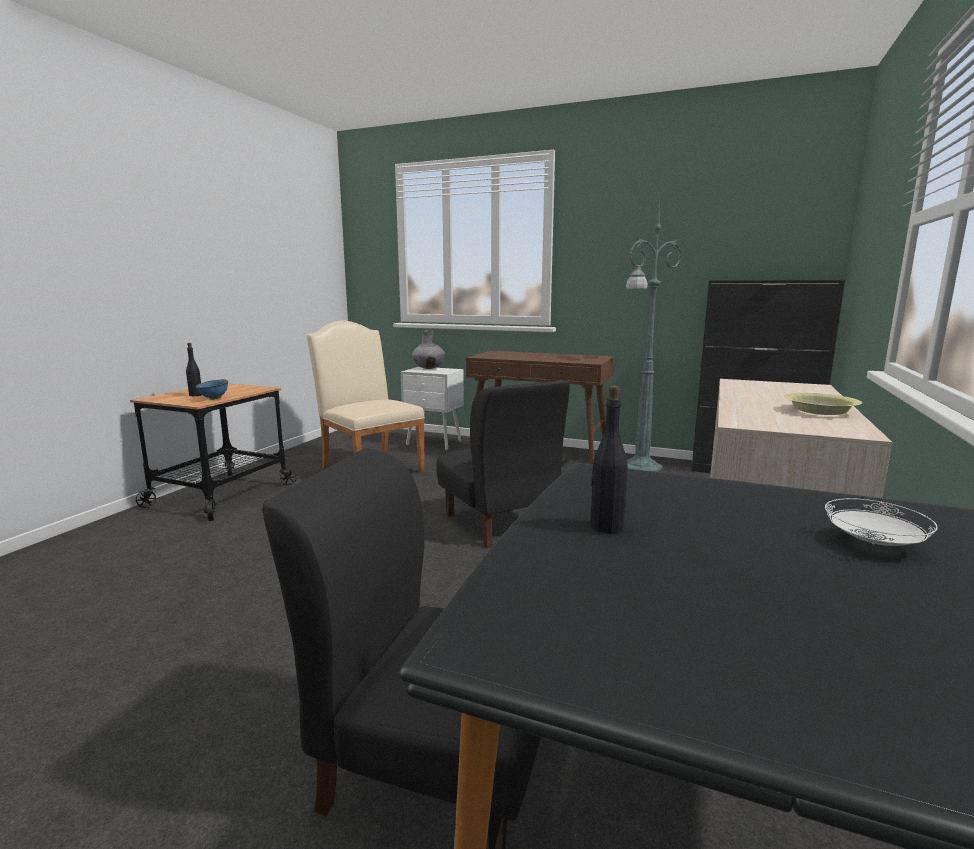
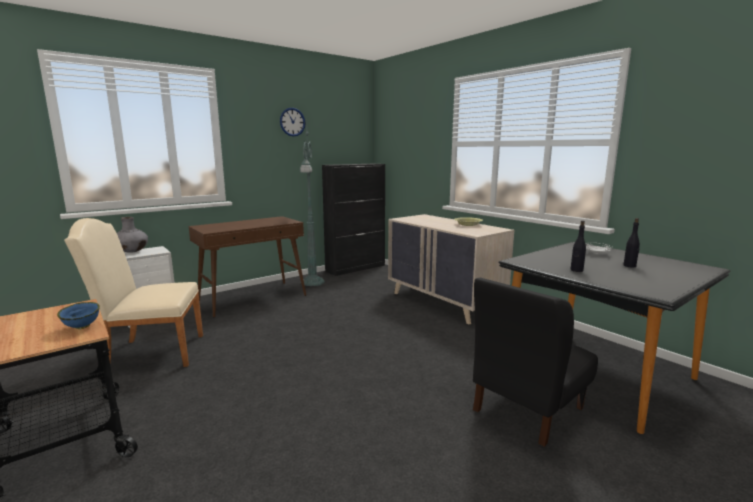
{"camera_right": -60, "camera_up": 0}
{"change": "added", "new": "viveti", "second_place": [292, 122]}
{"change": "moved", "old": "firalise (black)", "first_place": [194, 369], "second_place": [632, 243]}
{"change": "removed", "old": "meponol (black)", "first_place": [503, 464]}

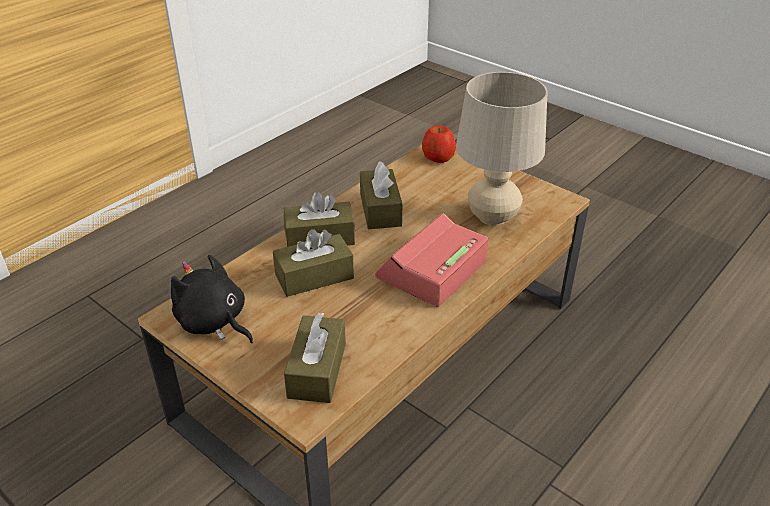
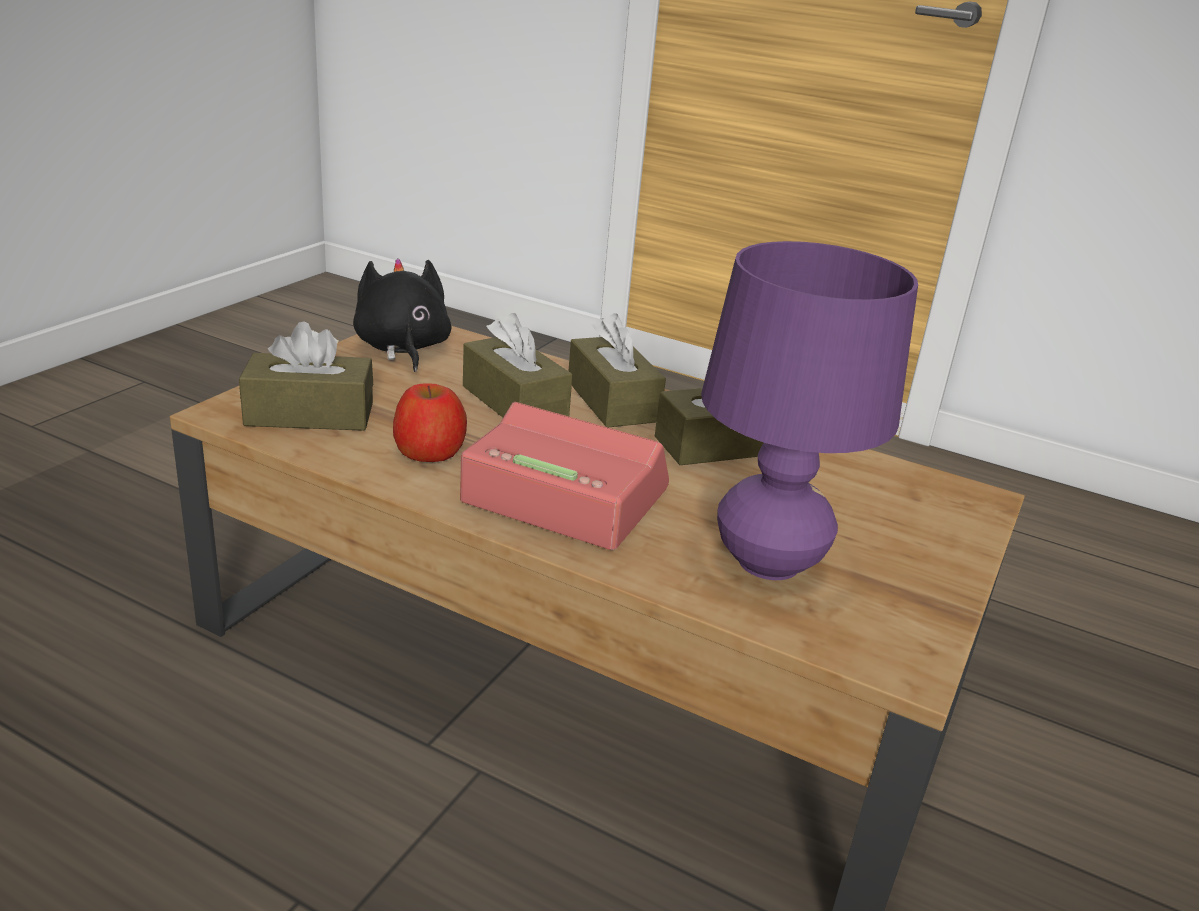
{"camera_right": 75, "camera_up": -10}
{"change": "turned", "old": "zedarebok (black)", "first_place": [212, 299], "second_place": [402, 315], "degrees": -45}
{"change": "moved", "old": "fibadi", "first_place": [439, 144], "second_place": [430, 423]}
{"change": "recoloured", "old": "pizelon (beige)", "new": "pizelon (purple)", "first_place": [502, 149], "second_place": [809, 410]}

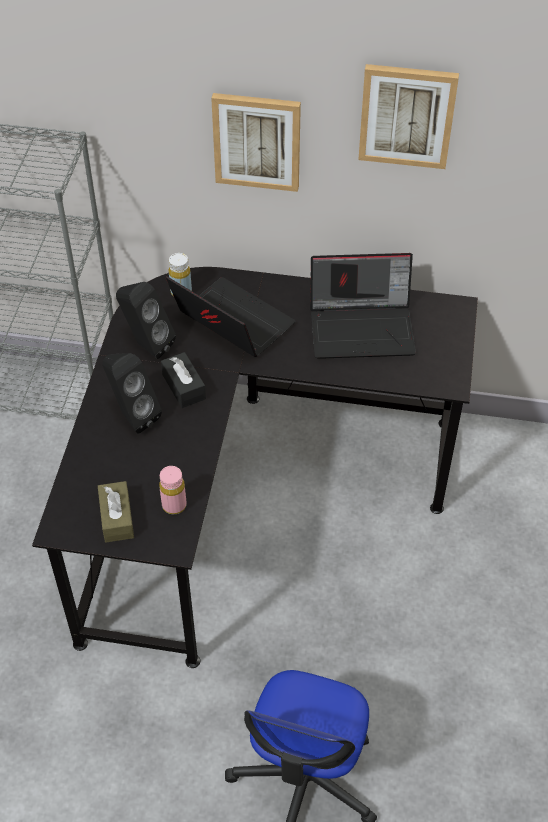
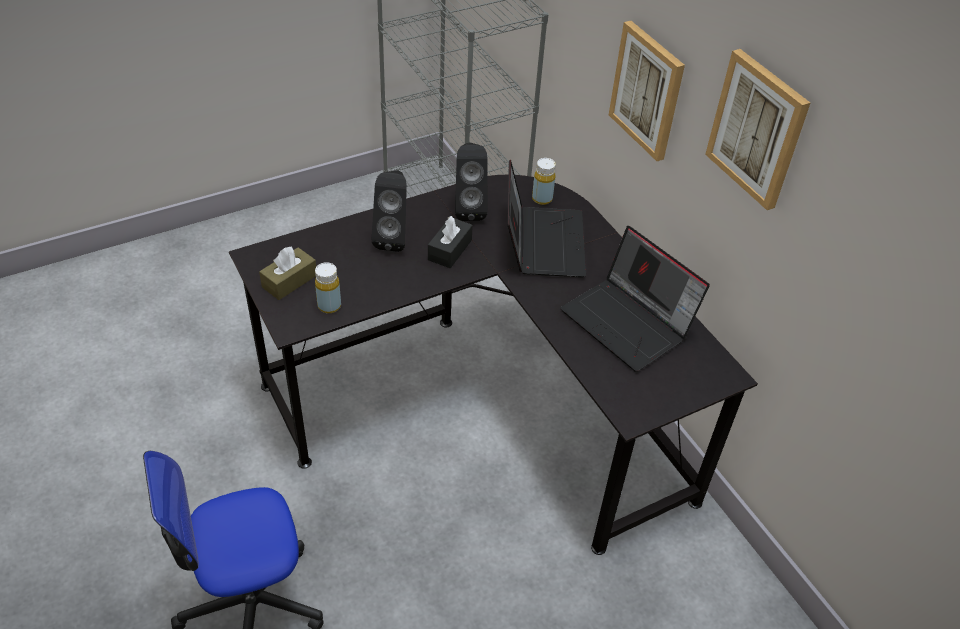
{"camera_right": 50, "camera_up": -5}
{"change": "recoloured", "old": "firalise (pink)", "new": "firalise (yellow)", "first_place": [172, 490], "second_place": [328, 287]}

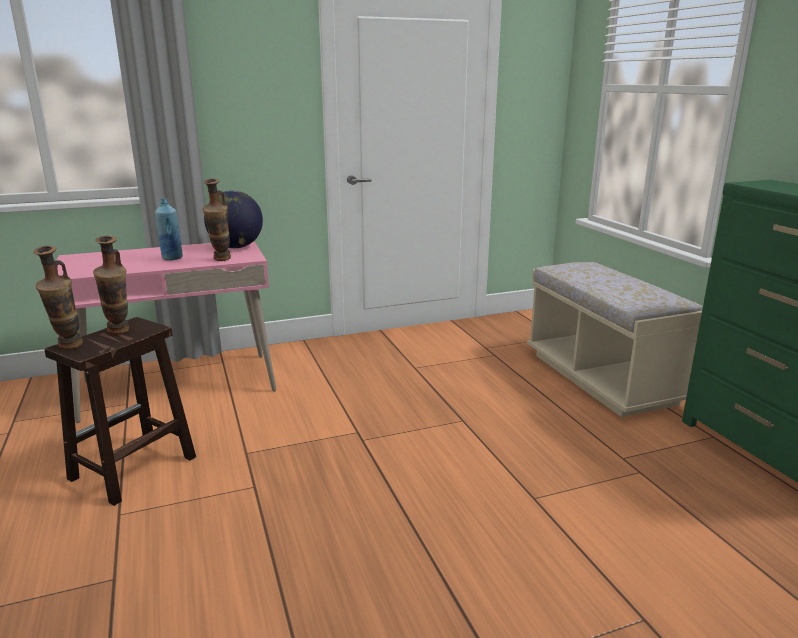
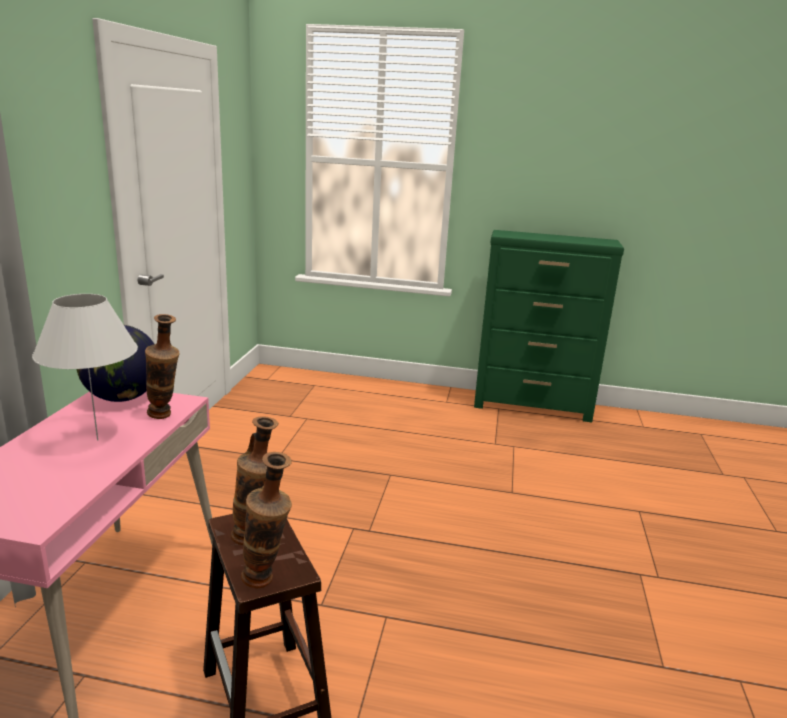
{"camera_right": -60, "camera_up": 0}
{"change": "replaced", "old": "firalise (blue)", "new": "pizelon (white)", "first_place": [169, 229], "second_place": [85, 367]}
{"change": "removed", "old": "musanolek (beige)", "first_place": [615, 339]}

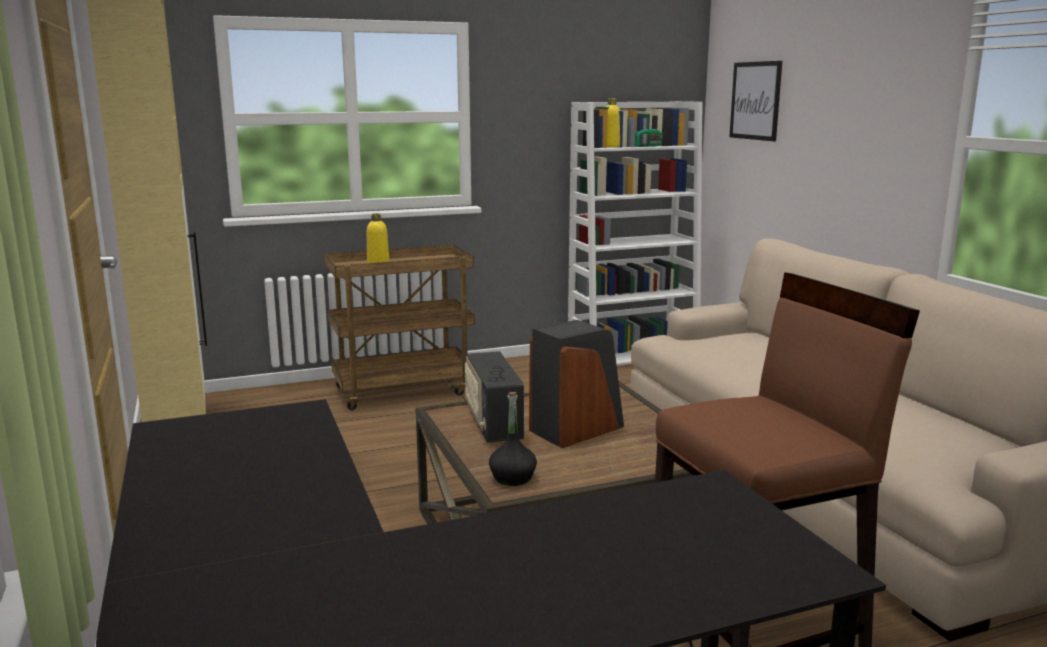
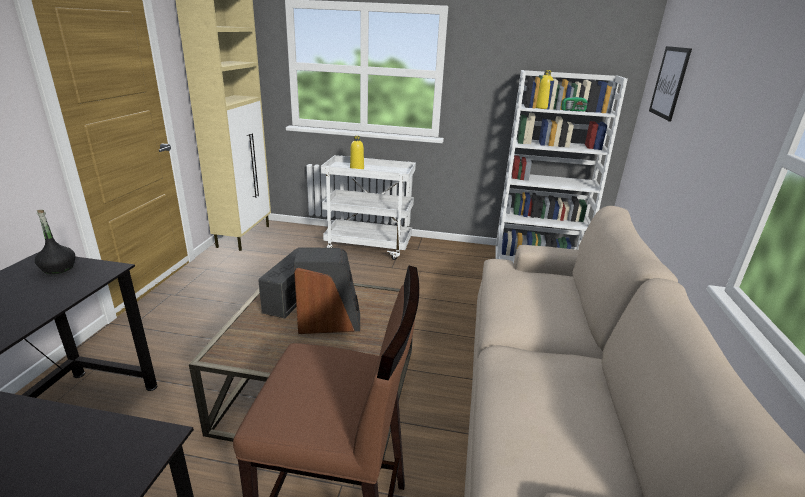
{"camera_right": 30, "camera_up": 10}
{"change": "moved", "old": "firalise (black)", "first_place": [513, 439], "second_place": [55, 242]}
{"change": "recoloured", "old": "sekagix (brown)", "new": "sekagix (white)", "first_place": [399, 327], "second_place": [368, 207]}

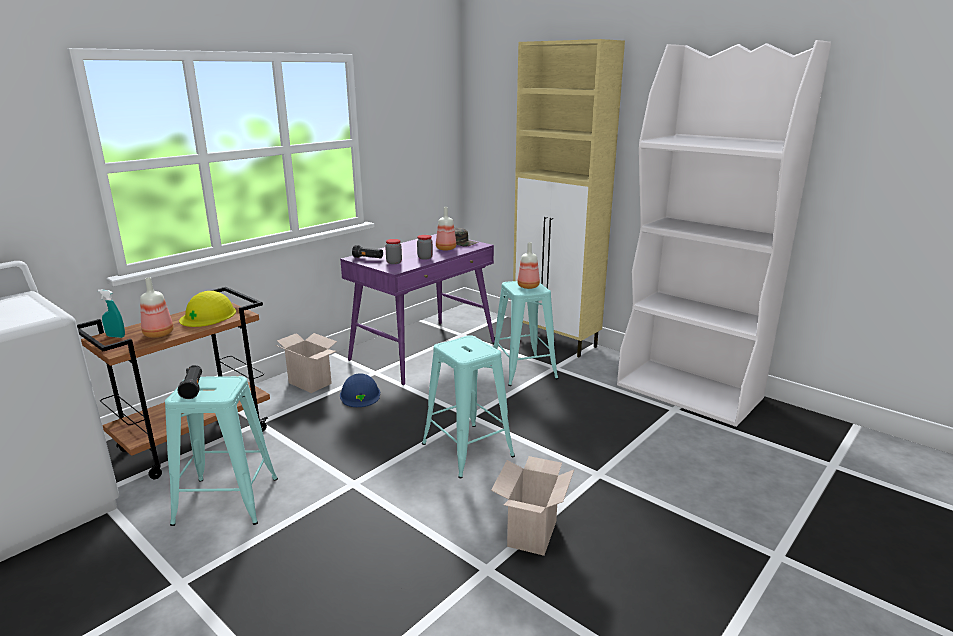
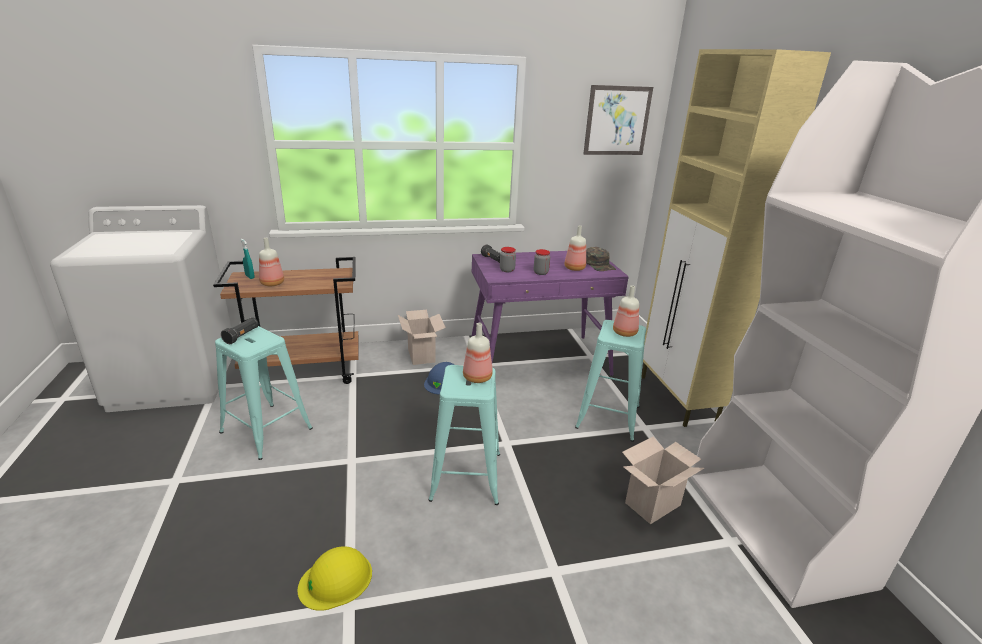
{"camera_right": 35, "camera_up": 5}
{"change": "moved", "old": "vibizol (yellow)", "first_place": [207, 309], "second_place": [335, 578]}
{"change": "added", "new": "firalise", "second_place": [478, 353]}
{"change": "added", "new": "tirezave", "second_place": [618, 120]}
{"change": "moved", "old": "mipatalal", "first_place": [532, 506], "second_place": [663, 480]}

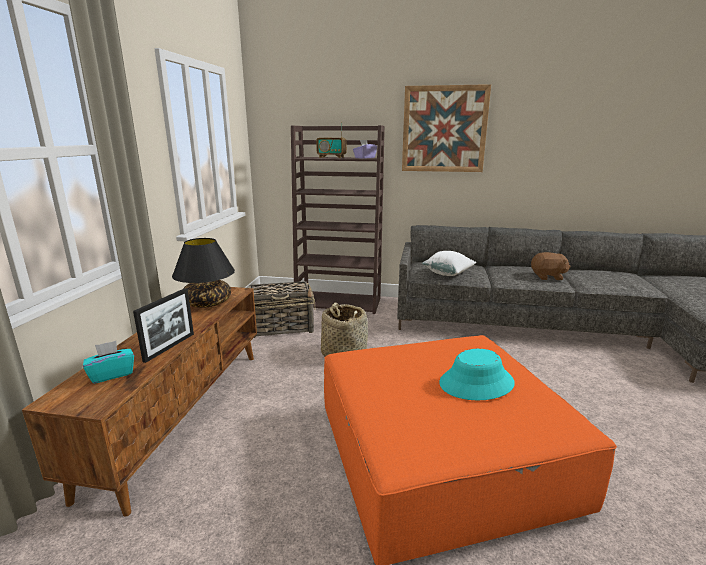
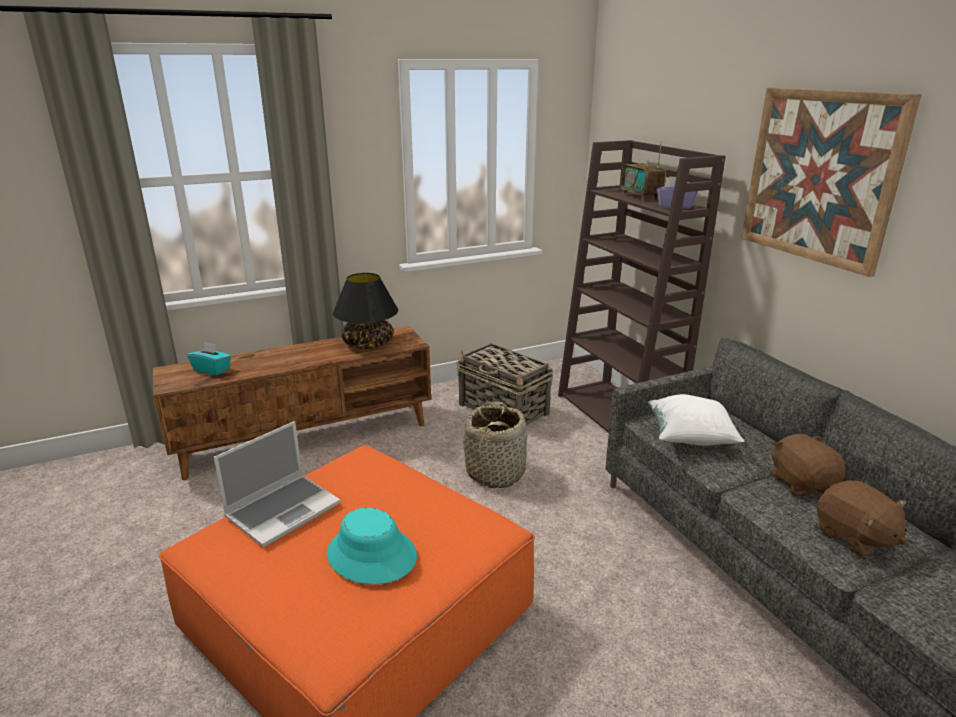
{"camera_right": 55, "camera_up": 5}
{"change": "added", "new": "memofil", "second_place": [277, 484]}
{"change": "added", "new": "zedarebok (brown)", "second_place": [808, 465]}
{"change": "removed", "old": "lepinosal", "first_place": [163, 325]}

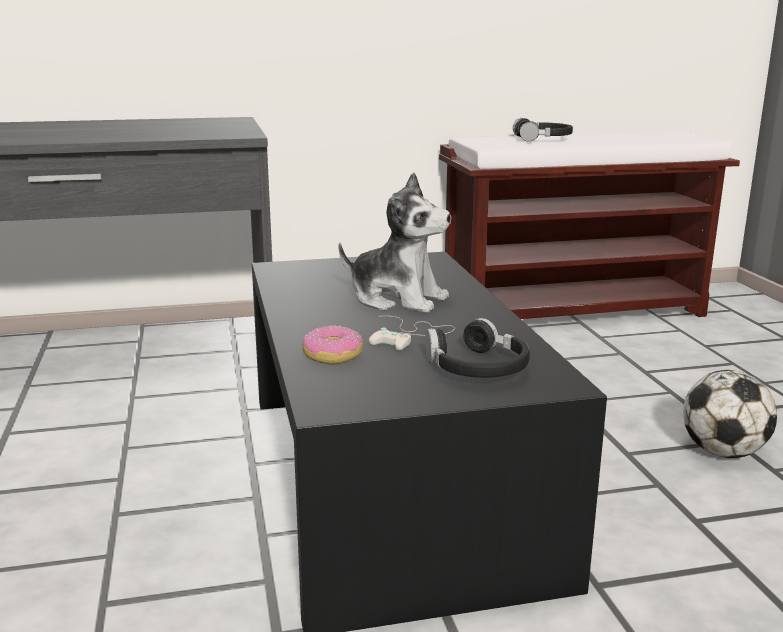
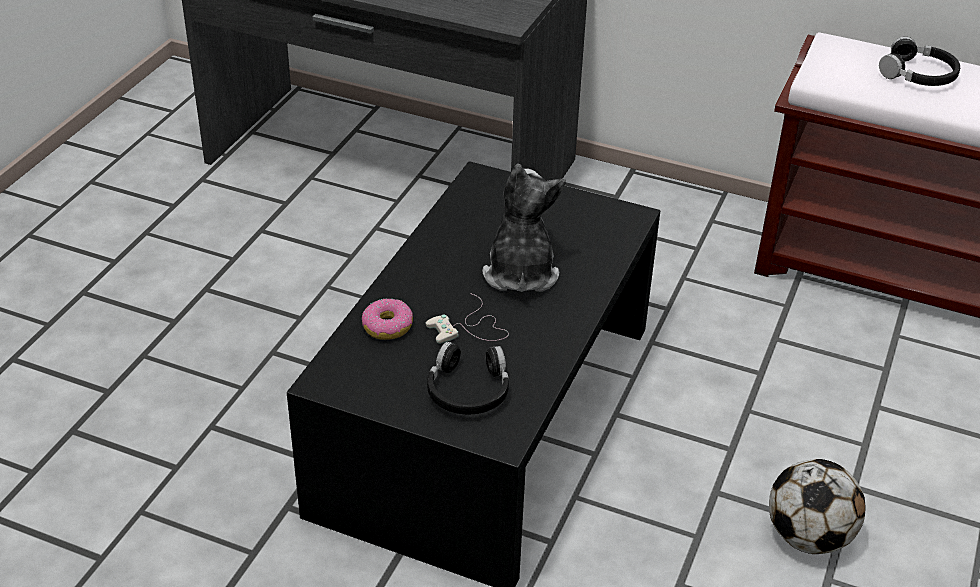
{"camera_right": 35, "camera_up": 20}
{"change": "turned", "old": "zedarebok", "first_place": [395, 242], "second_place": [524, 228], "degrees": -150}

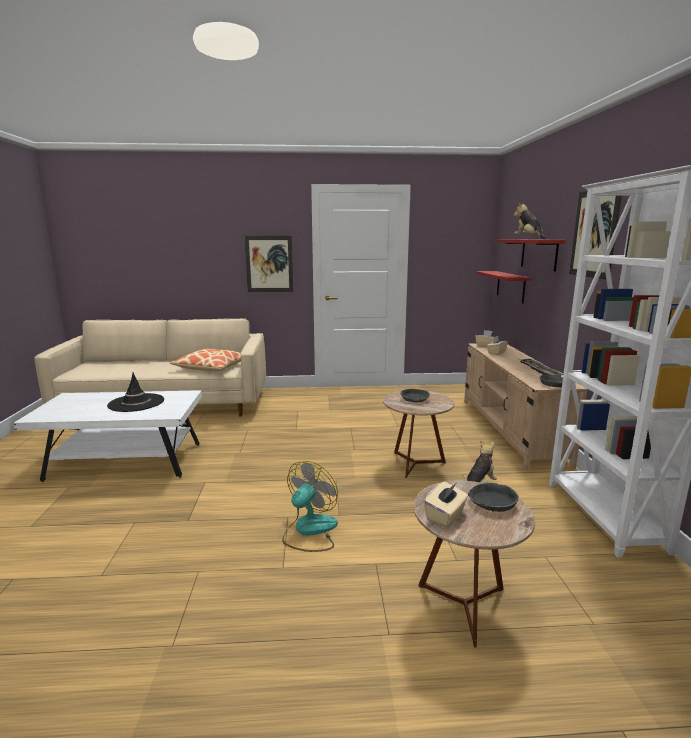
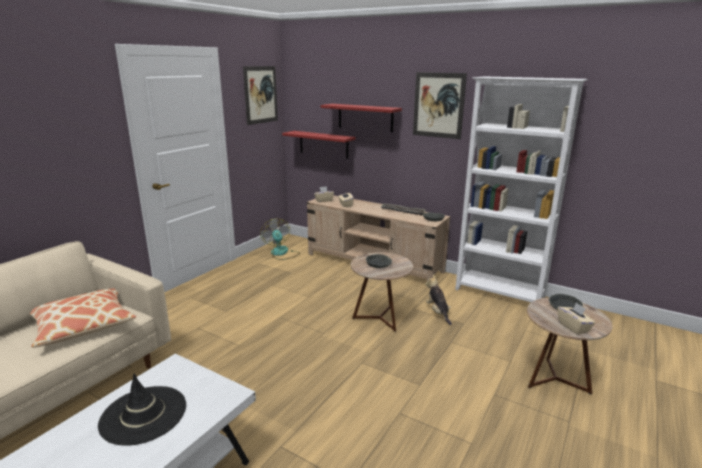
{"camera_right": -55, "camera_up": 5}
{"change": "moved", "old": "tirezave", "first_place": [269, 264], "second_place": [260, 95]}
{"change": "moved", "old": "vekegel", "first_place": [310, 506], "second_place": [280, 239]}
{"change": "removed", "old": "zedarebok", "first_place": [530, 221]}

